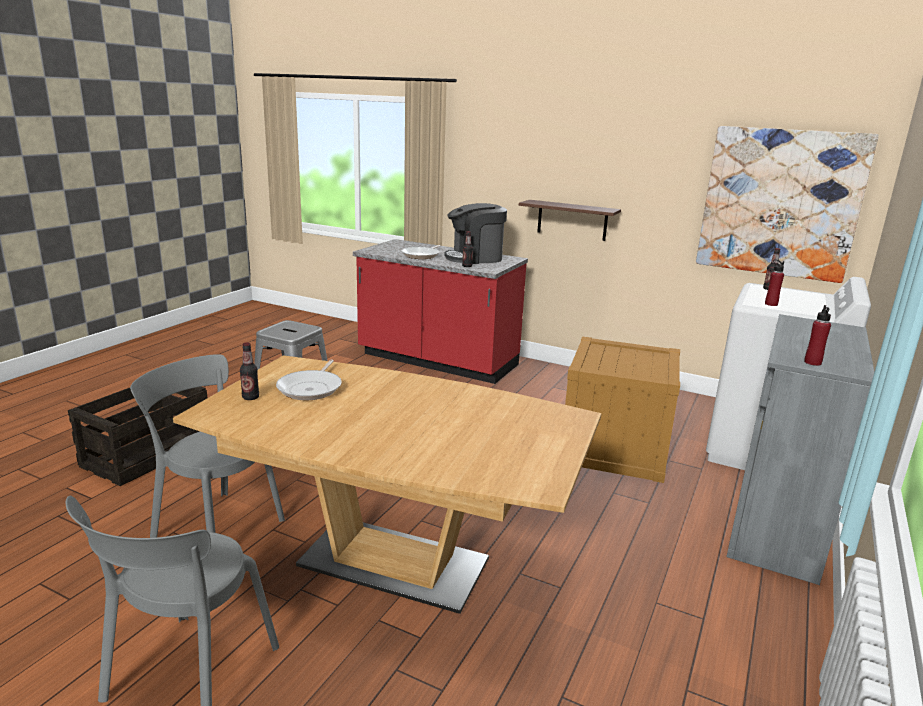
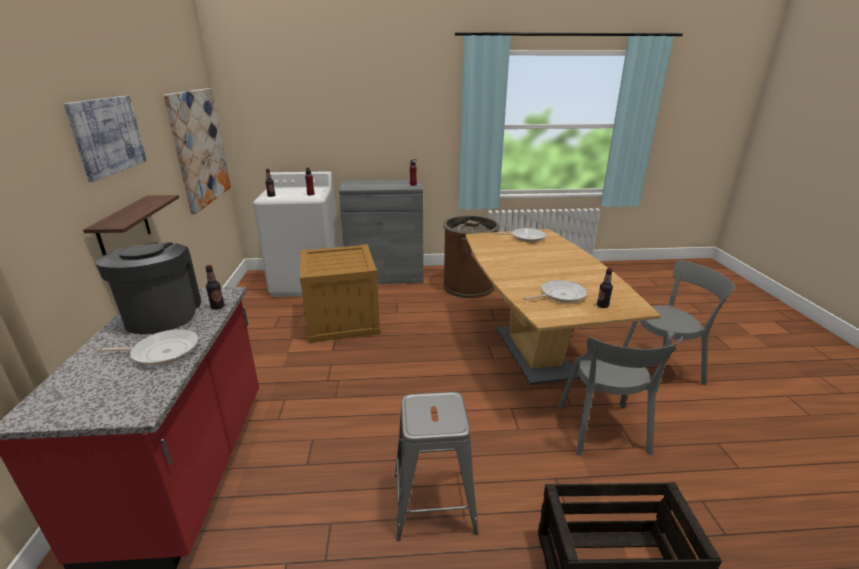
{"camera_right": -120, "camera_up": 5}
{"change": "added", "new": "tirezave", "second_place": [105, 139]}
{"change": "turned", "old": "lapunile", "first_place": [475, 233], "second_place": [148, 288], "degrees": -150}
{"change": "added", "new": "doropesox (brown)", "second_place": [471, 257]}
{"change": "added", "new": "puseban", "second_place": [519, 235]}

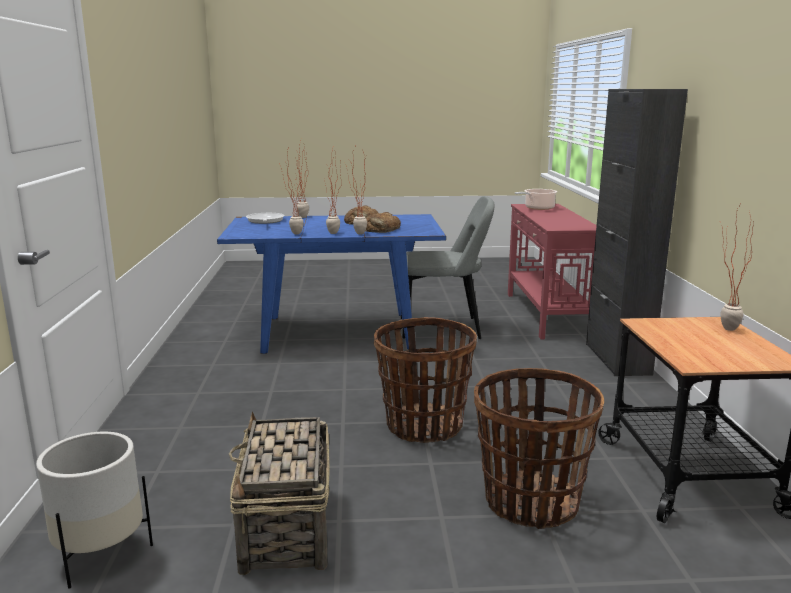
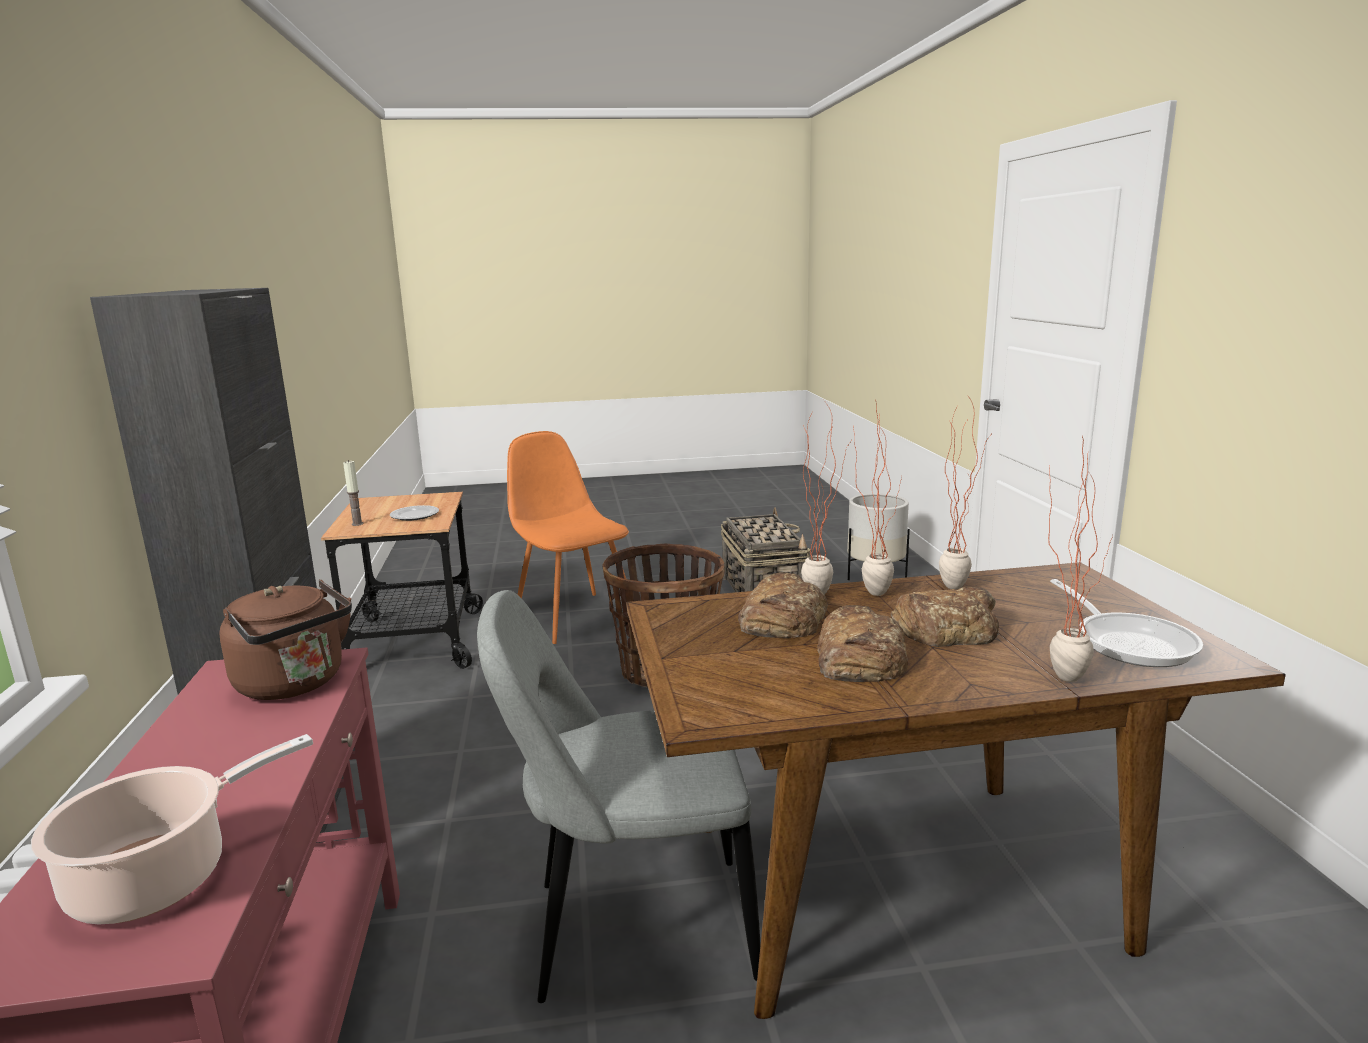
{"camera_right": 175, "camera_up": 0}
{"change": "added", "new": "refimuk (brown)", "second_place": [285, 639]}
{"change": "replaced", "old": "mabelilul", "new": "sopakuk", "first_place": [737, 267], "second_place": [353, 493]}
{"change": "added", "new": "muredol", "second_place": [414, 513]}
{"change": "replaced", "old": "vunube", "new": "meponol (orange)", "first_place": [539, 448], "second_place": [568, 537]}
{"change": "recoloured", "old": "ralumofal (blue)", "new": "ralumofal (brown)", "first_place": [331, 284], "second_place": [956, 790]}
{"change": "added", "new": "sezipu", "second_place": [945, 617]}

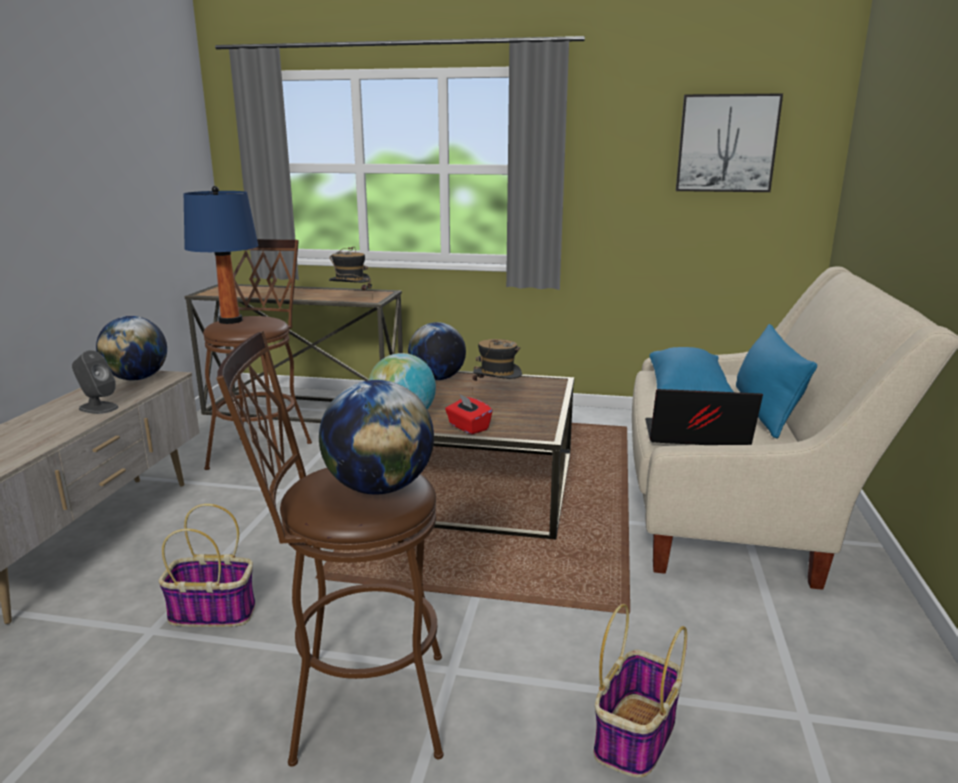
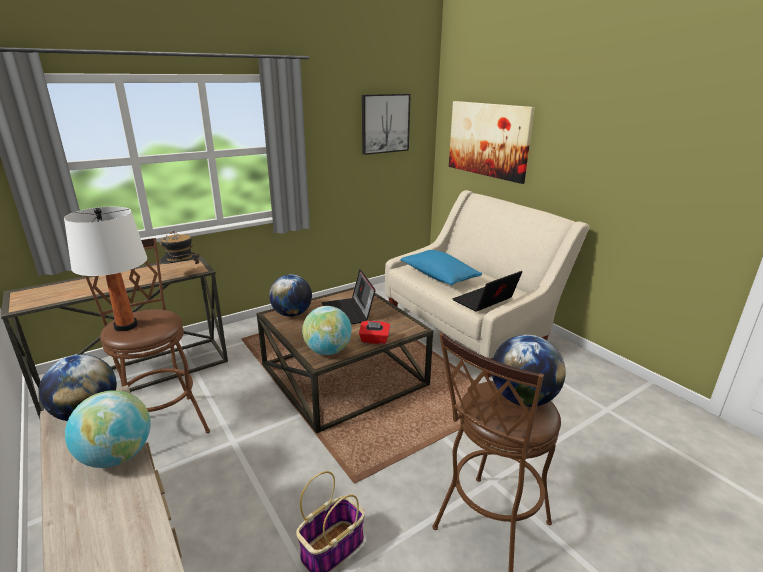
{"camera_right": -45, "camera_up": 5}
{"change": "recoloured", "old": "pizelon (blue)", "new": "pizelon (white)", "first_place": [221, 255], "second_place": [105, 269]}
{"change": "replaced", "old": "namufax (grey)", "new": "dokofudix", "first_place": [95, 382], "second_place": [108, 429]}
{"change": "replaced", "old": "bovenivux", "new": "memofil", "first_place": [497, 367], "second_place": [348, 296]}
{"change": "added", "new": "tirezave", "second_place": [492, 142]}
{"change": "removed", "old": "vunube", "first_place": [640, 691]}
{"change": "removed", "old": "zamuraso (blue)", "first_place": [776, 381]}

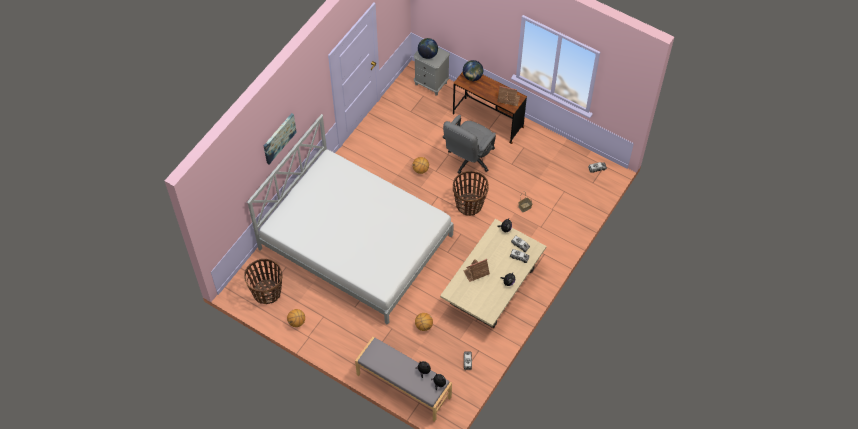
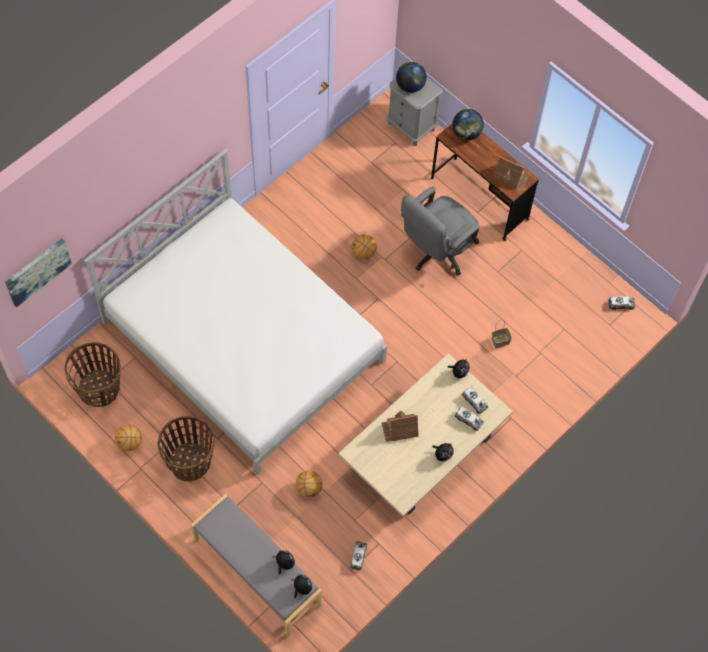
{"camera_right": 10, "camera_up": 5}
{"change": "moved", "old": "tirezave", "first_place": [280, 138], "second_place": [38, 272]}
{"change": "moved", "old": "vunube", "first_place": [471, 193], "second_place": [186, 449]}

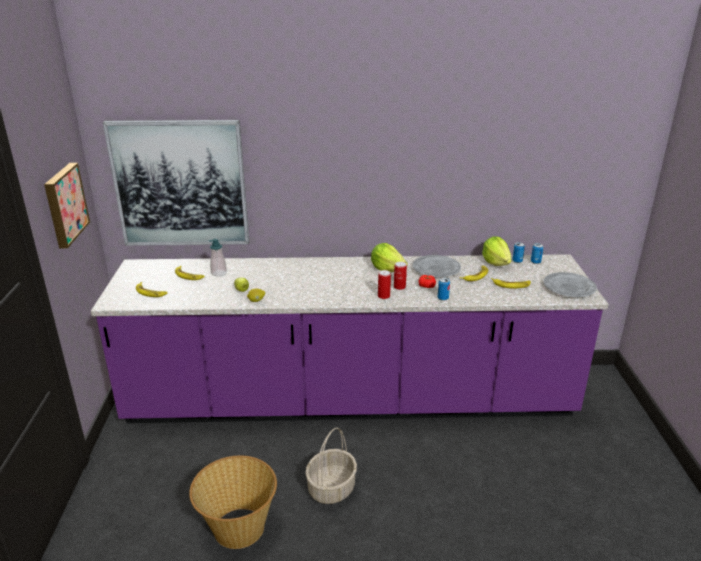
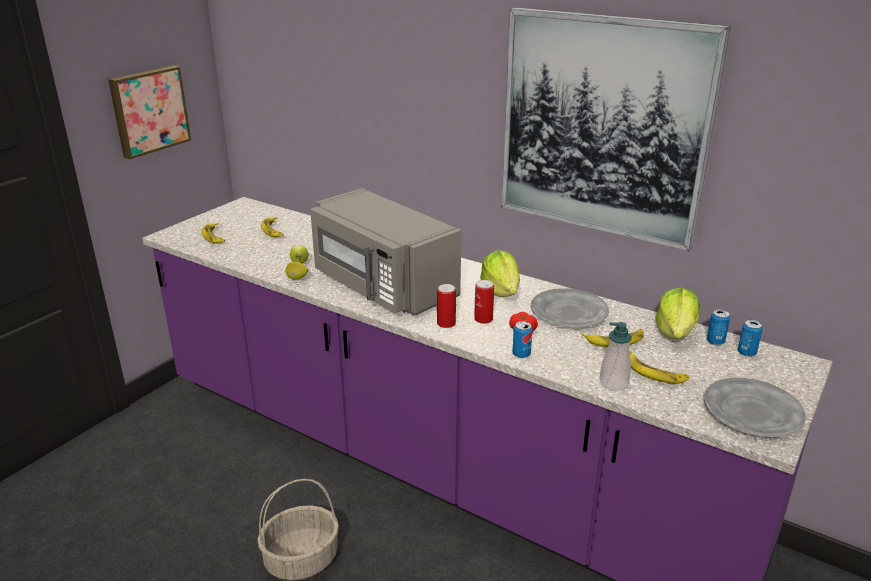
{"camera_right": 35, "camera_up": 0}
{"change": "added", "new": "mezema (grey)", "second_place": [385, 252]}
{"change": "moved", "old": "tirezave", "first_place": [176, 183], "second_place": [616, 129]}
{"change": "moved", "old": "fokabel", "first_place": [218, 257], "second_place": [615, 356]}
{"change": "removed", "old": "vunube", "first_place": [233, 502]}

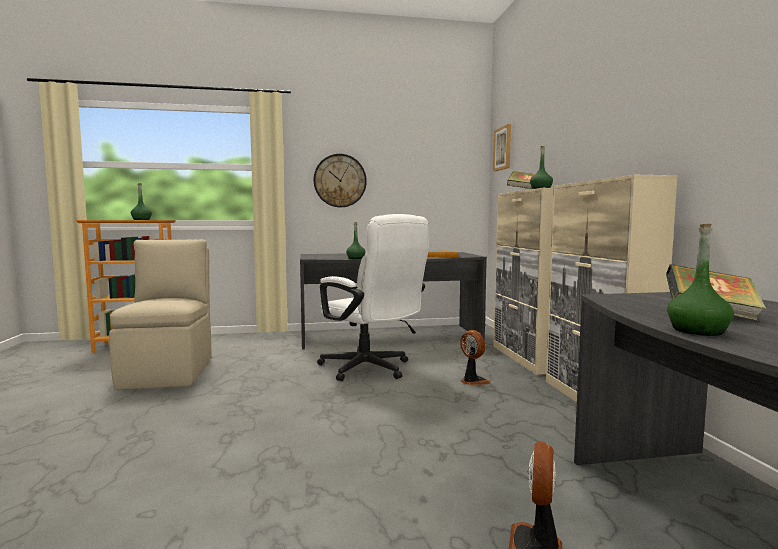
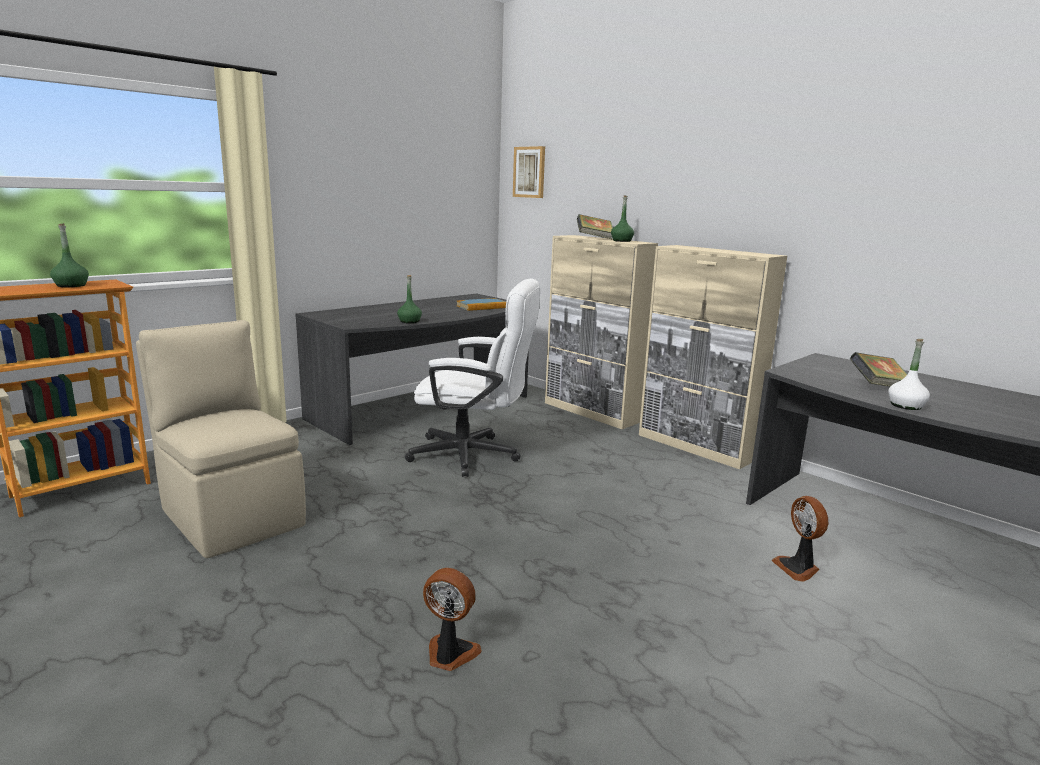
{"camera_right": -35, "camera_up": 10}
{"change": "moved", "old": "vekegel", "first_place": [475, 357], "second_place": [452, 619]}
{"change": "recoloured", "old": "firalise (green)", "new": "firalise (white)", "first_place": [700, 280], "second_place": [909, 374]}
{"change": "removed", "old": "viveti", "first_place": [340, 180]}

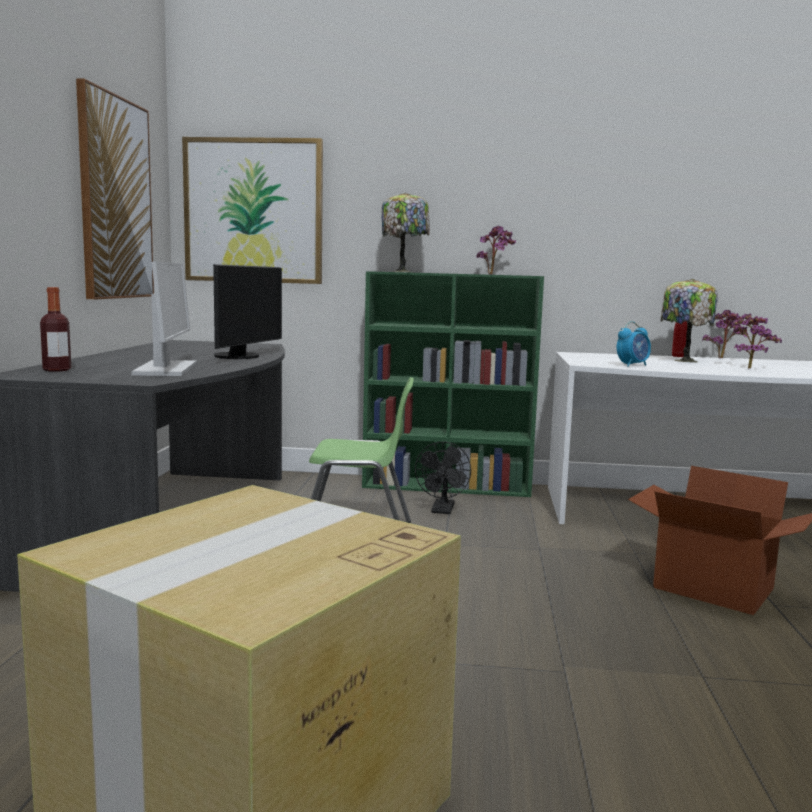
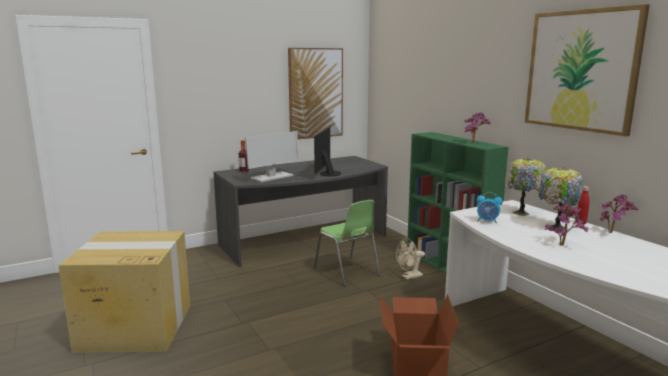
{"camera_right": 55, "camera_up": 5}
{"change": "turned", "old": "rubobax", "first_place": [247, 311], "second_place": [327, 152], "degrees": 120}
{"change": "recoloured", "old": "vekegel (black)", "new": "vekegel (beige)", "first_place": [443, 477], "second_place": [410, 259]}
{"change": "moved", "old": "pizelon", "first_place": [406, 232], "second_place": [527, 187]}
{"change": "moved", "old": "tirezave", "first_place": [252, 210], "second_place": [587, 70]}

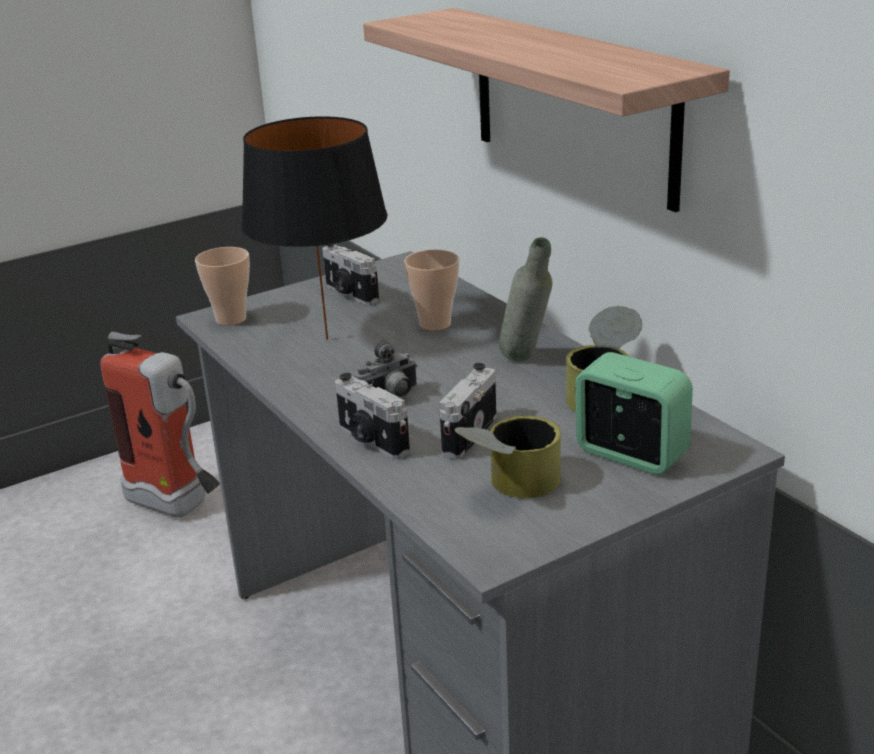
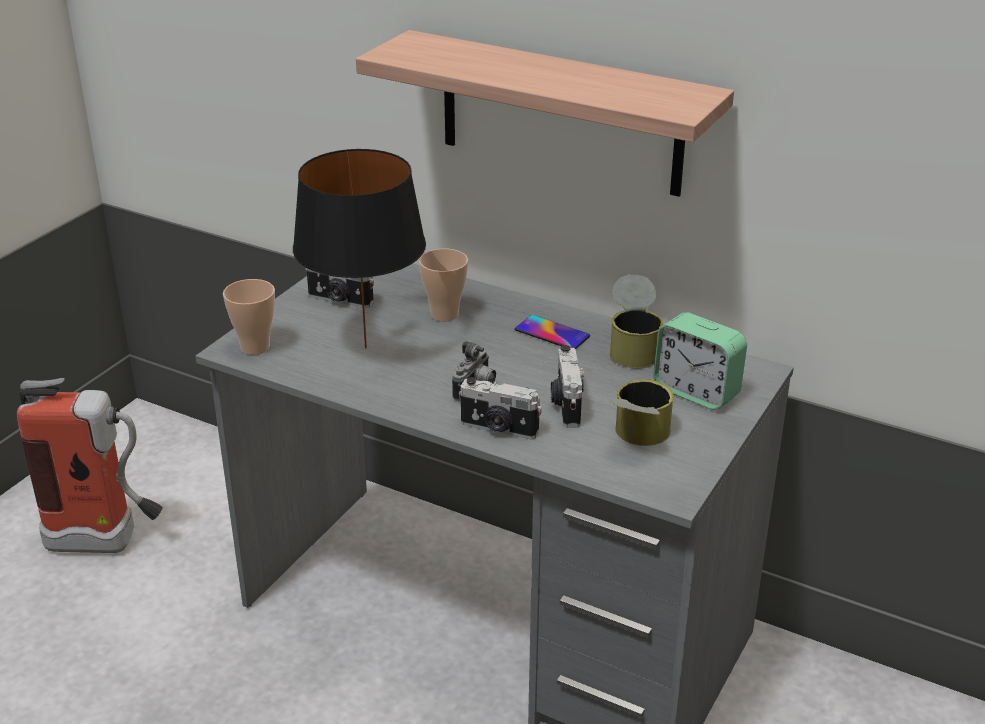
{"camera_right": -30, "camera_up": 5}
{"change": "replaced", "old": "firalise (grey)", "new": "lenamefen", "first_place": [525, 299], "second_place": [552, 332]}
{"change": "turned", "old": "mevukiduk", "first_place": [634, 413], "second_place": [700, 361], "degrees": -150}

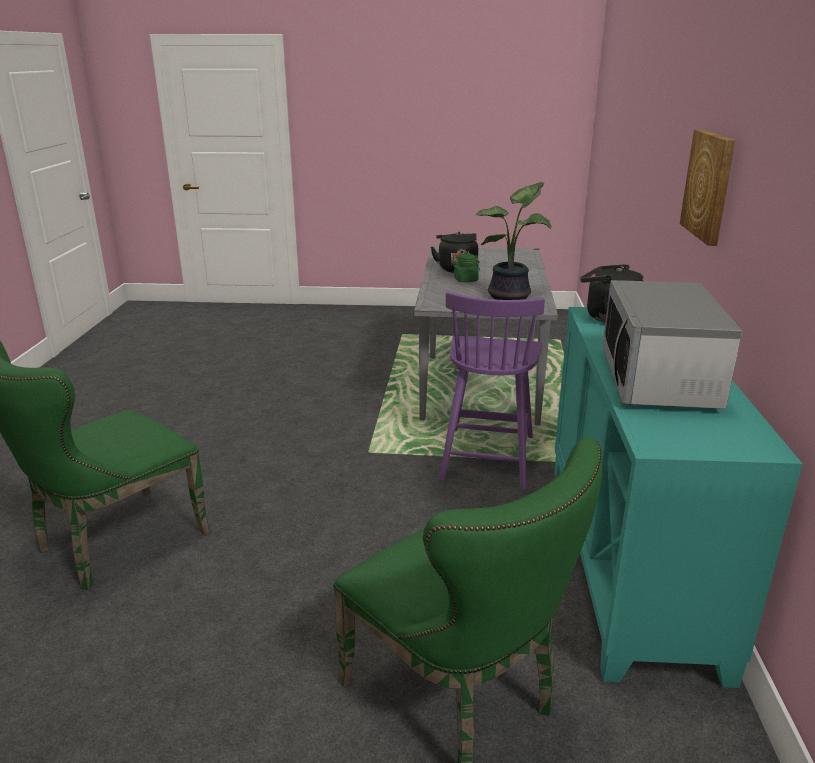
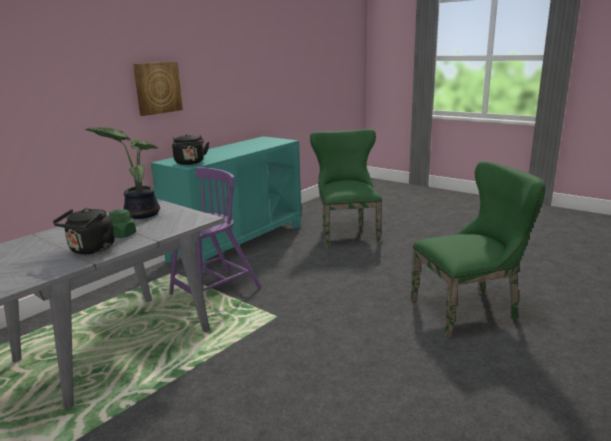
{"camera_right": -145, "camera_up": -5}
{"change": "removed", "old": "mezema", "first_place": [672, 344]}

